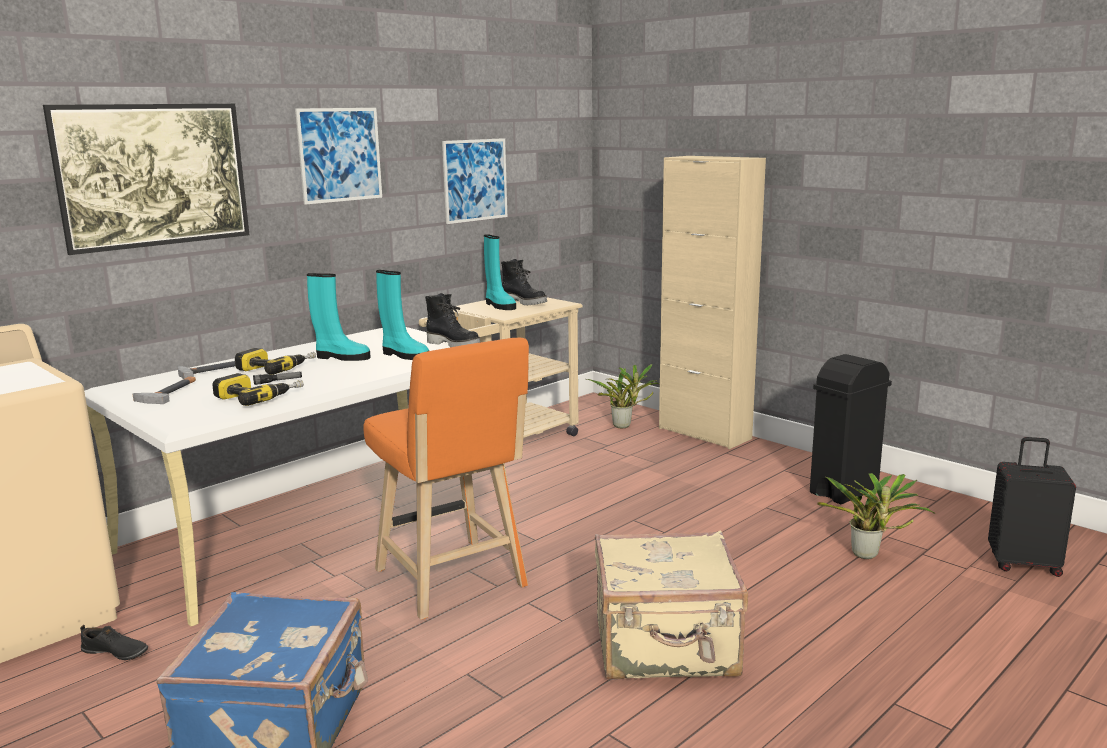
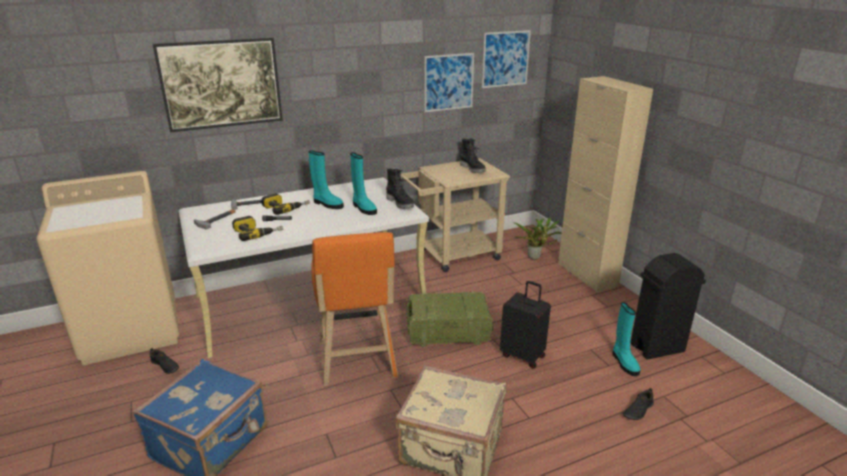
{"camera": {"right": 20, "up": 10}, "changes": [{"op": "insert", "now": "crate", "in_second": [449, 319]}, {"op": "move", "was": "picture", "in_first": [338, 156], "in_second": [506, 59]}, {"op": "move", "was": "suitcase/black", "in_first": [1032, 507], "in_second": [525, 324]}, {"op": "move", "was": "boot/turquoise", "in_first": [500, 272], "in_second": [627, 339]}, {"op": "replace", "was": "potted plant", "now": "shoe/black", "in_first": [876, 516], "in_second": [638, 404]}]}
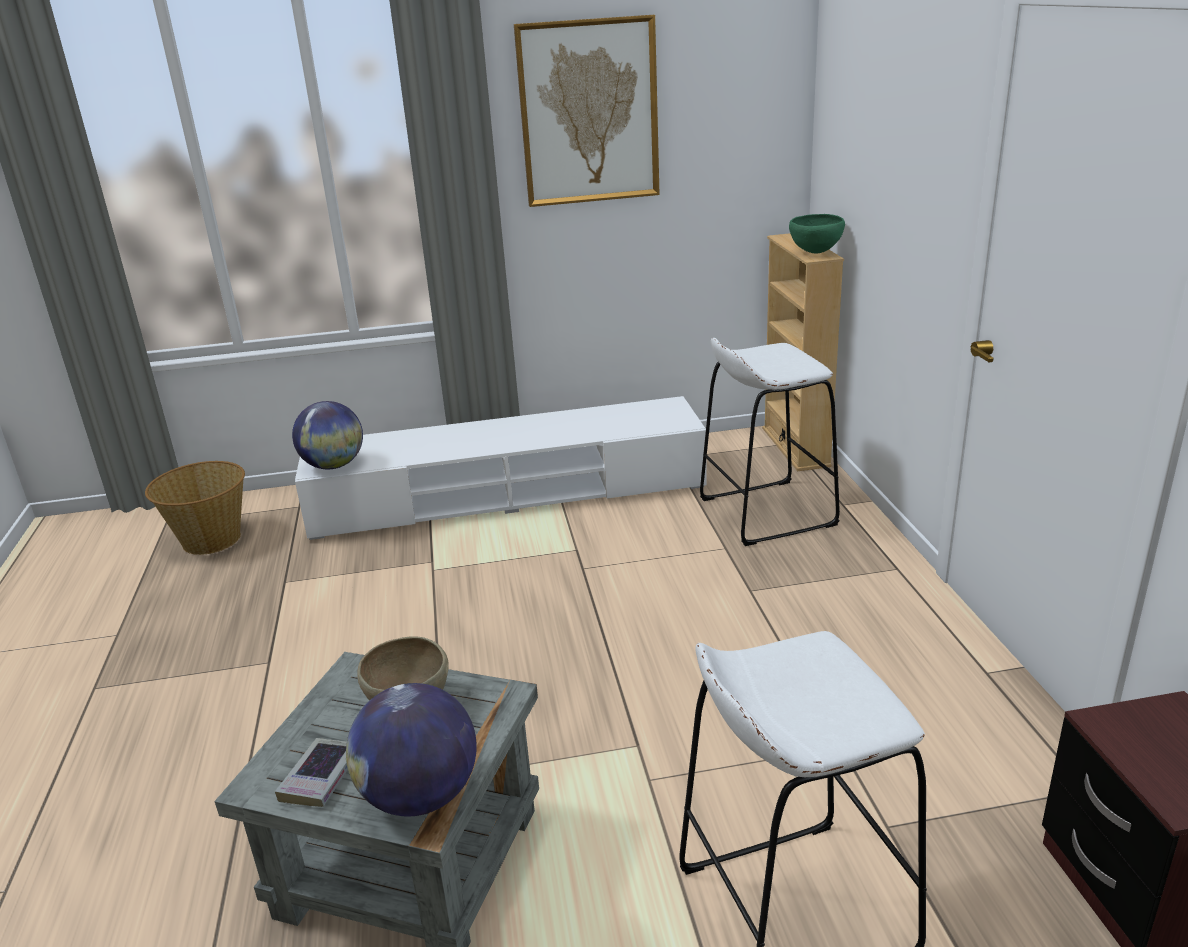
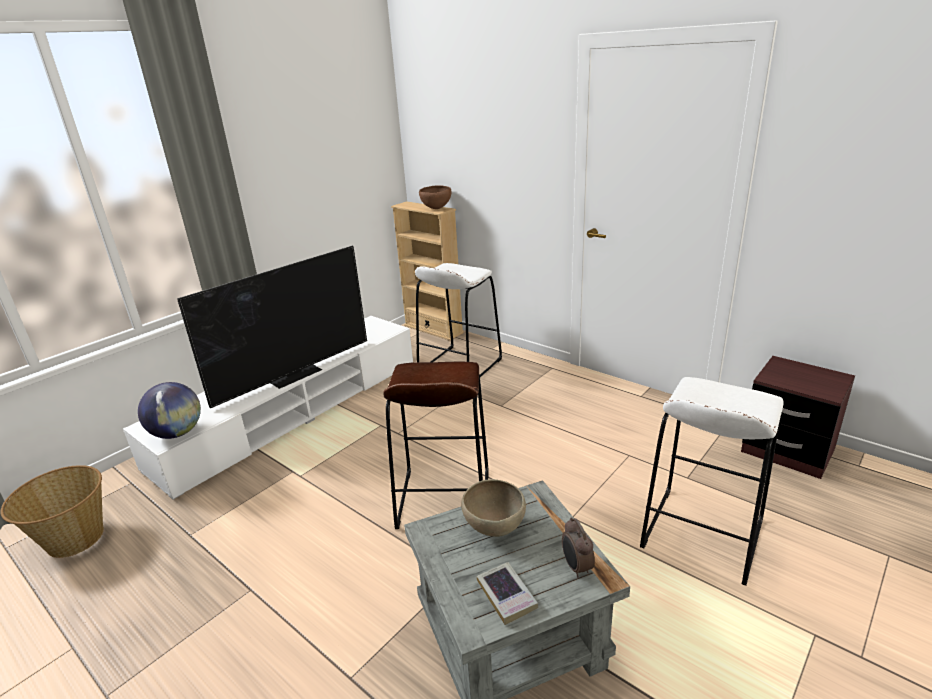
{"camera": {"right": -40, "up": 0}, "changes": [{"op": "insert", "now": "television", "in_second": [272, 326]}, {"op": "insert", "now": "stool/brown", "in_second": [436, 445]}, {"op": "recolor", "was": "bowl/green", "now": "bowl/brown", "in_first": [817, 234], "in_second": [435, 197]}, {"op": "replace", "was": "globe", "now": "alarm clock", "in_first": [411, 749], "in_second": [578, 547]}, {"op": "delete", "was": "picture", "in_first": [587, 111]}]}
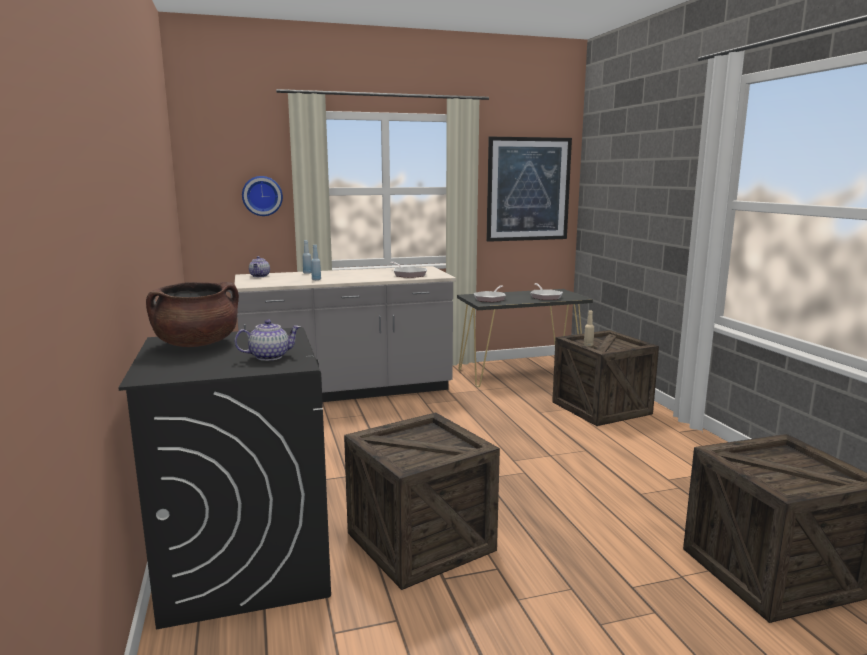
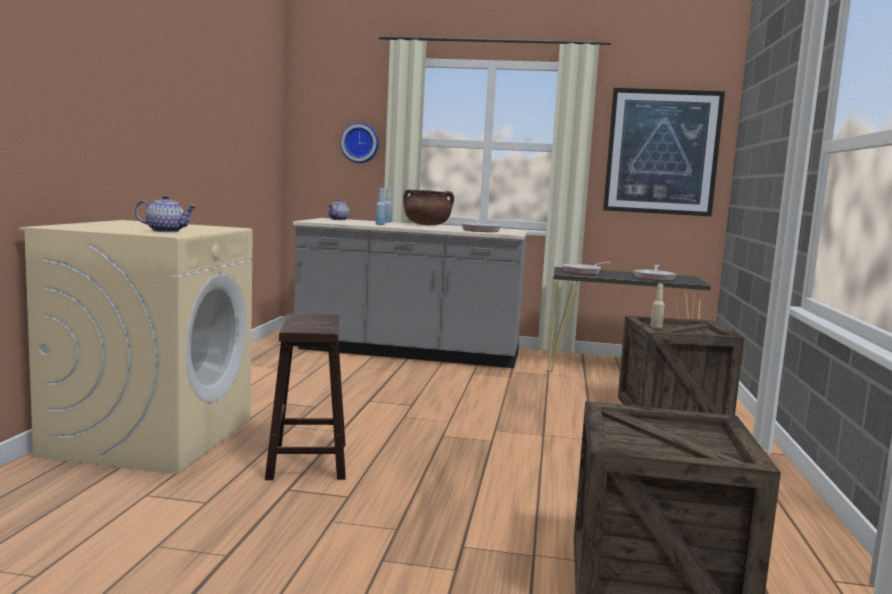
{"camera": {"right": 25, "up": -5}, "changes": [{"op": "recolor", "was": "washing machine/black", "now": "washing machine/beige", "in_first": [224, 478], "in_second": [136, 347]}, {"op": "replace", "was": "crate", "now": "stool/brown", "in_first": [422, 501], "in_second": [305, 396]}, {"op": "move", "was": "cooking pot/brown", "in_first": [192, 314], "in_second": [428, 207]}]}
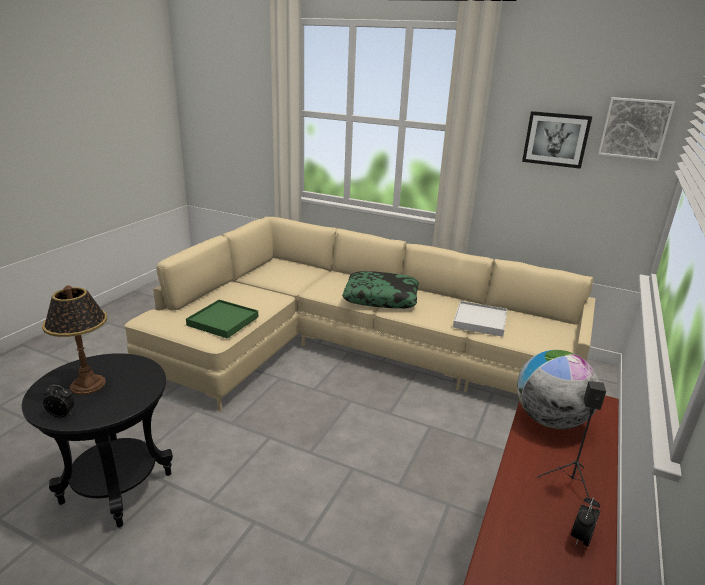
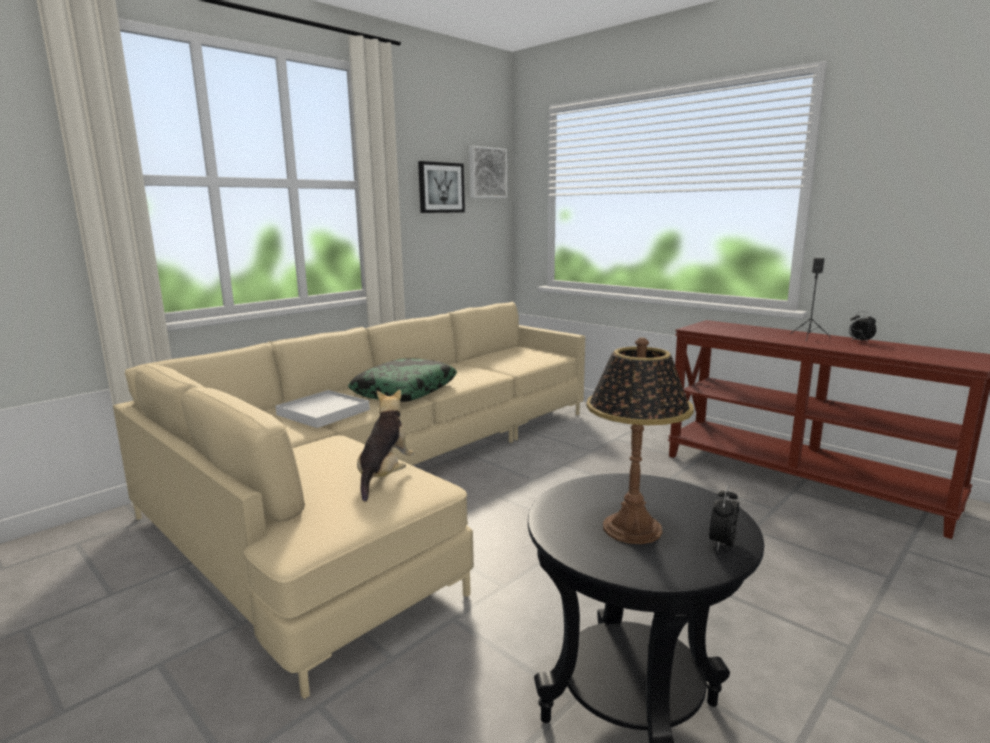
{"camera": {"right": -70, "up": -10}, "changes": [{"op": "move", "was": "tray/white", "in_first": [480, 319], "in_second": [323, 409]}, {"op": "replace", "was": "tray/green", "now": "plush toy", "in_first": [222, 319], "in_second": [385, 446]}, {"op": "delete", "was": "globe", "in_first": [558, 389]}]}
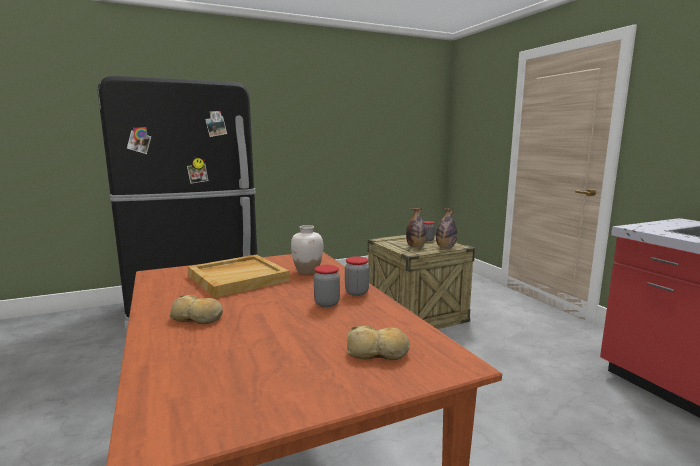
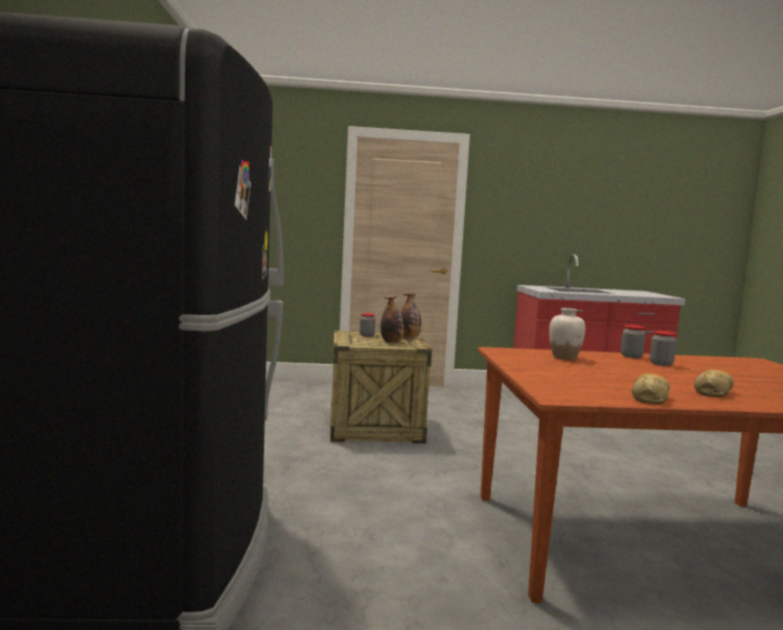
{"camera": {"right": -70, "up": -5}, "changes": [{"op": "move", "was": "bread", "in_first": [378, 343], "in_second": [651, 388]}, {"op": "delete", "was": "tray/beige", "in_first": [239, 276]}]}
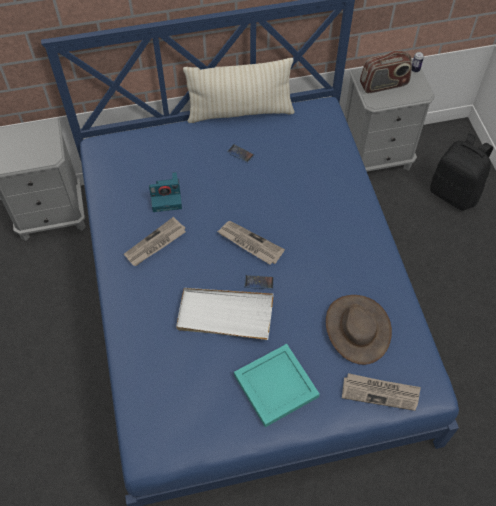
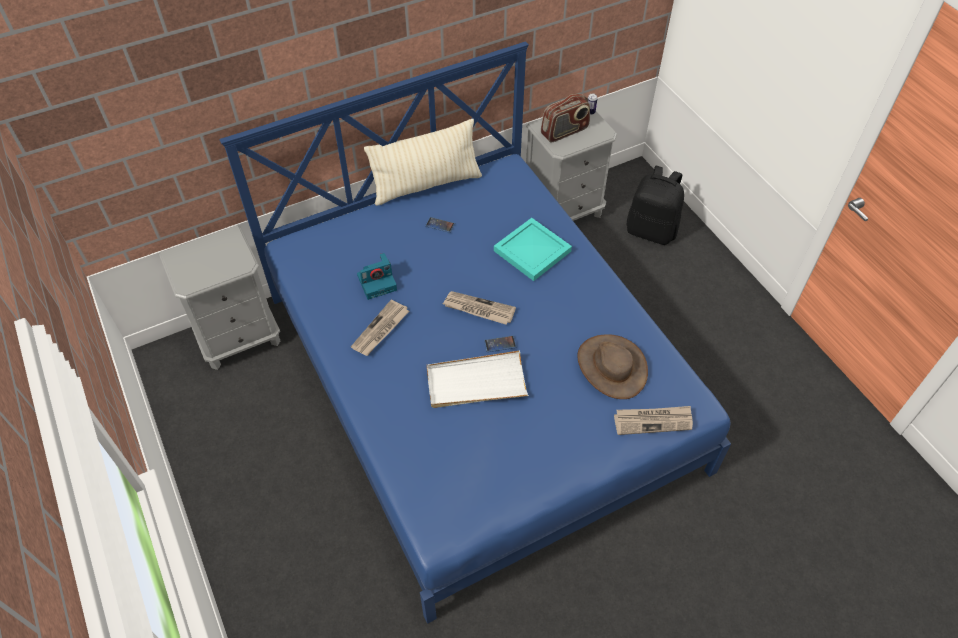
{"camera": {"right": -15, "up": -5}, "changes": [{"op": "move", "was": "tray/turquoise", "in_first": [277, 385], "in_second": [533, 249]}]}
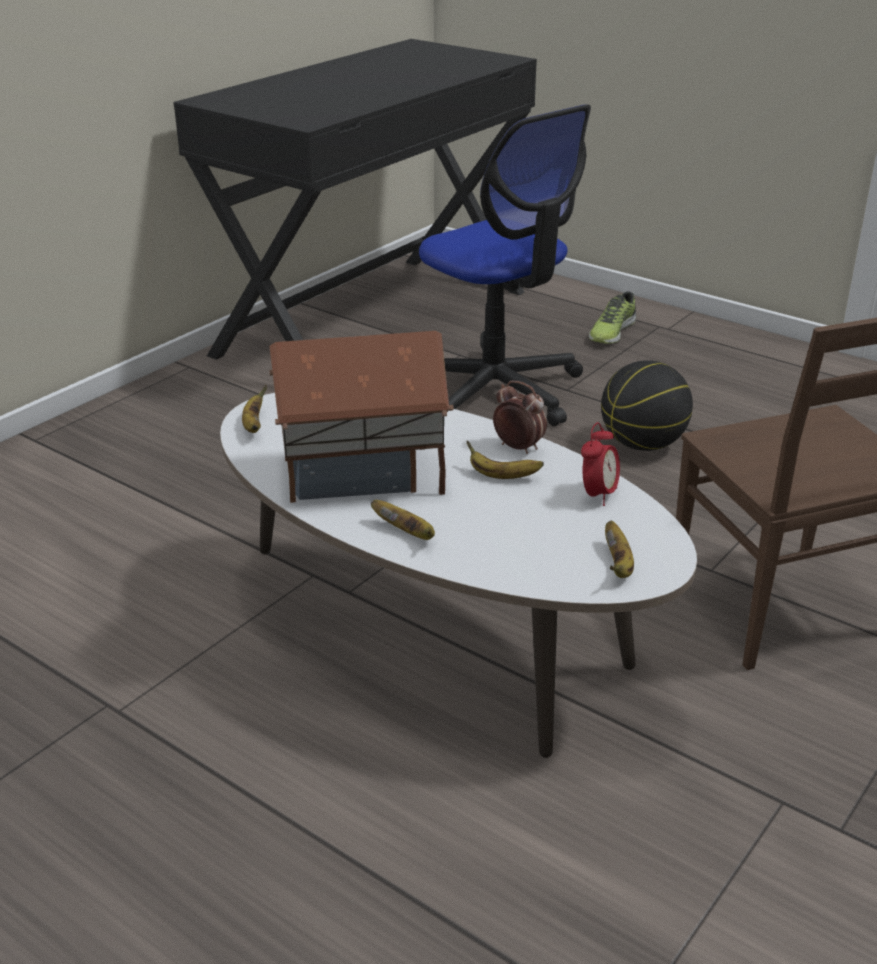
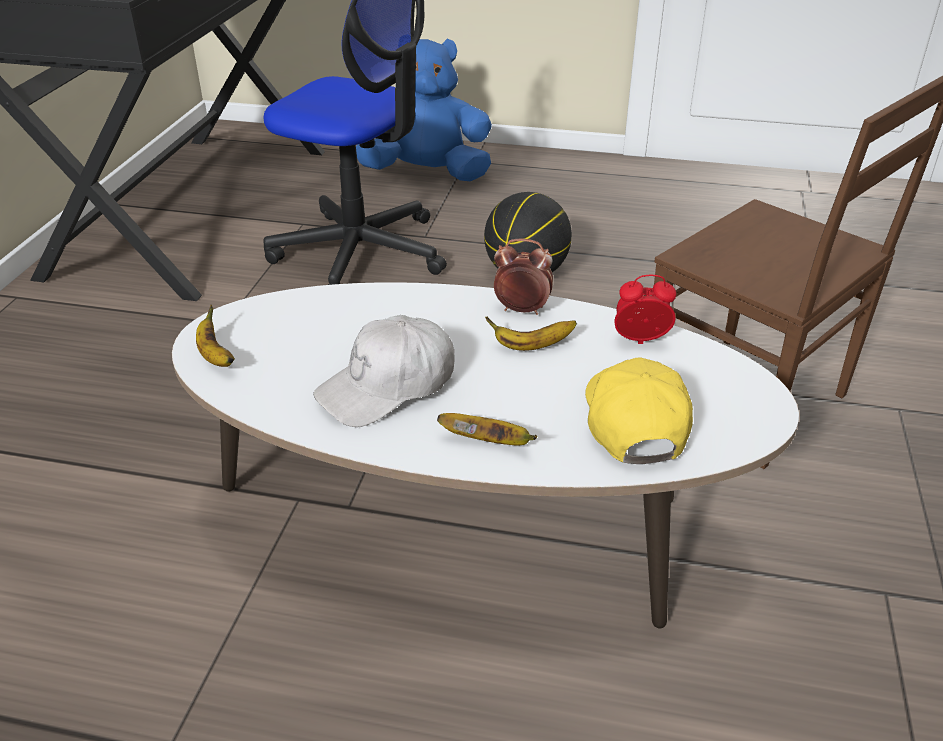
{"camera": {"right": -25, "up": 5}, "changes": [{"op": "replace", "was": "toy house", "now": "cap/white", "in_first": [361, 417], "in_second": [384, 371]}, {"op": "replace", "was": "shoe", "now": "plush toy/blue", "in_first": [612, 318], "in_second": [424, 110]}, {"op": "insert", "now": "cap/yellow", "in_second": [639, 411]}, {"op": "rotate", "was": "alarm clock", "in_first": [600, 464], "in_second": [645, 309], "clockwise": -90}, {"op": "delete", "was": "banana", "in_first": [619, 549]}]}
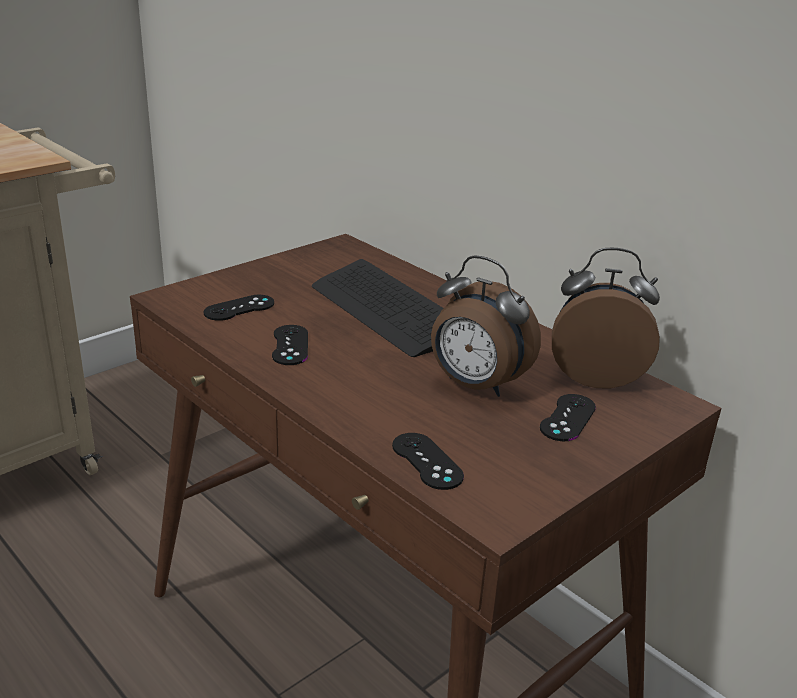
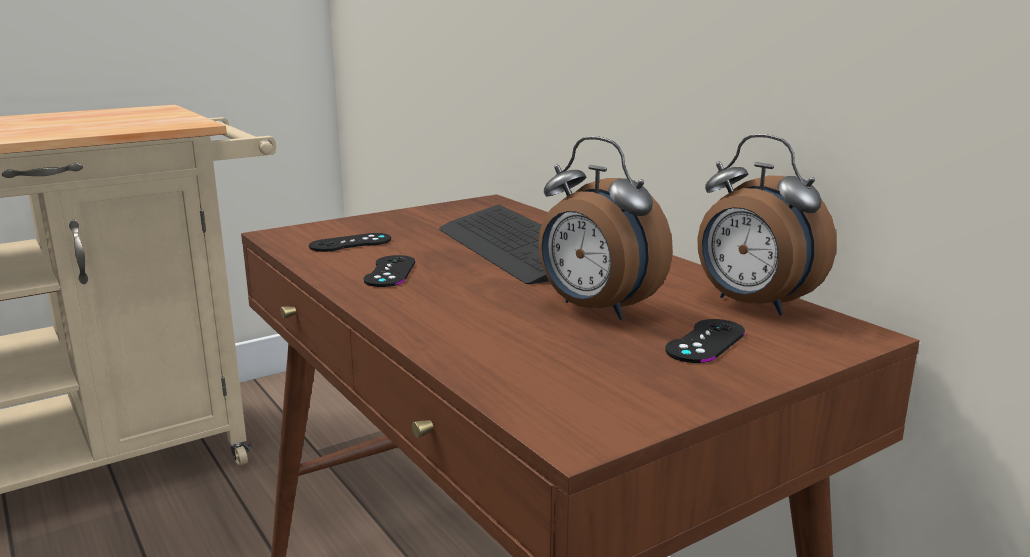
{"camera": {"right": 10, "up": -10}, "changes": [{"op": "rotate", "was": "alarm clock", "in_first": [606, 318], "in_second": [766, 225], "clockwise": -150}, {"op": "delete", "was": "game controller/black", "in_first": [428, 461]}]}
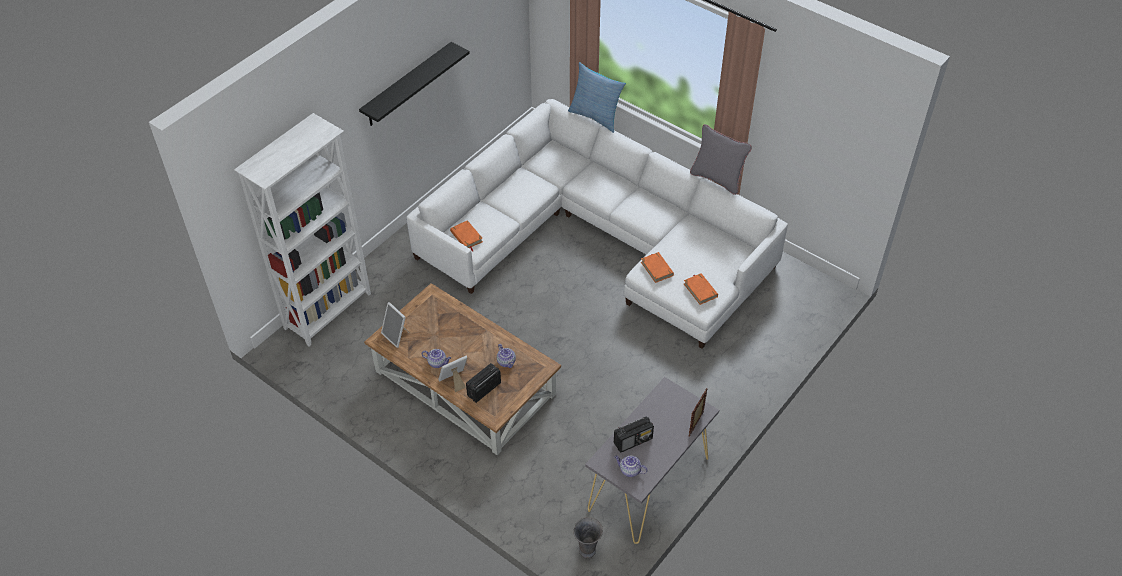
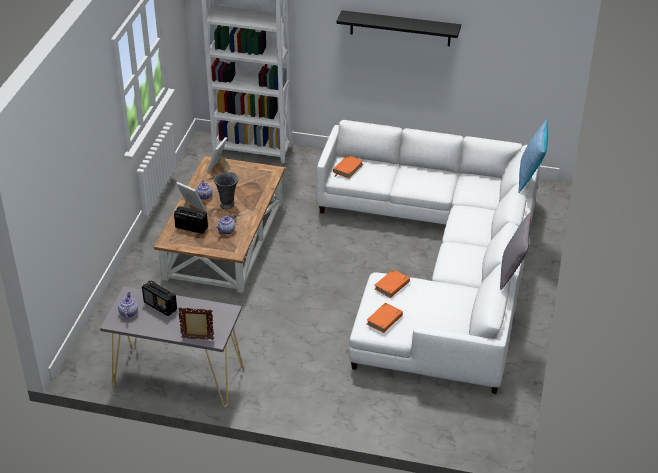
{"camera": {"right": 65, "up": -10}, "changes": [{"op": "move", "was": "vase/grey", "in_first": [588, 537], "in_second": [226, 190]}]}
